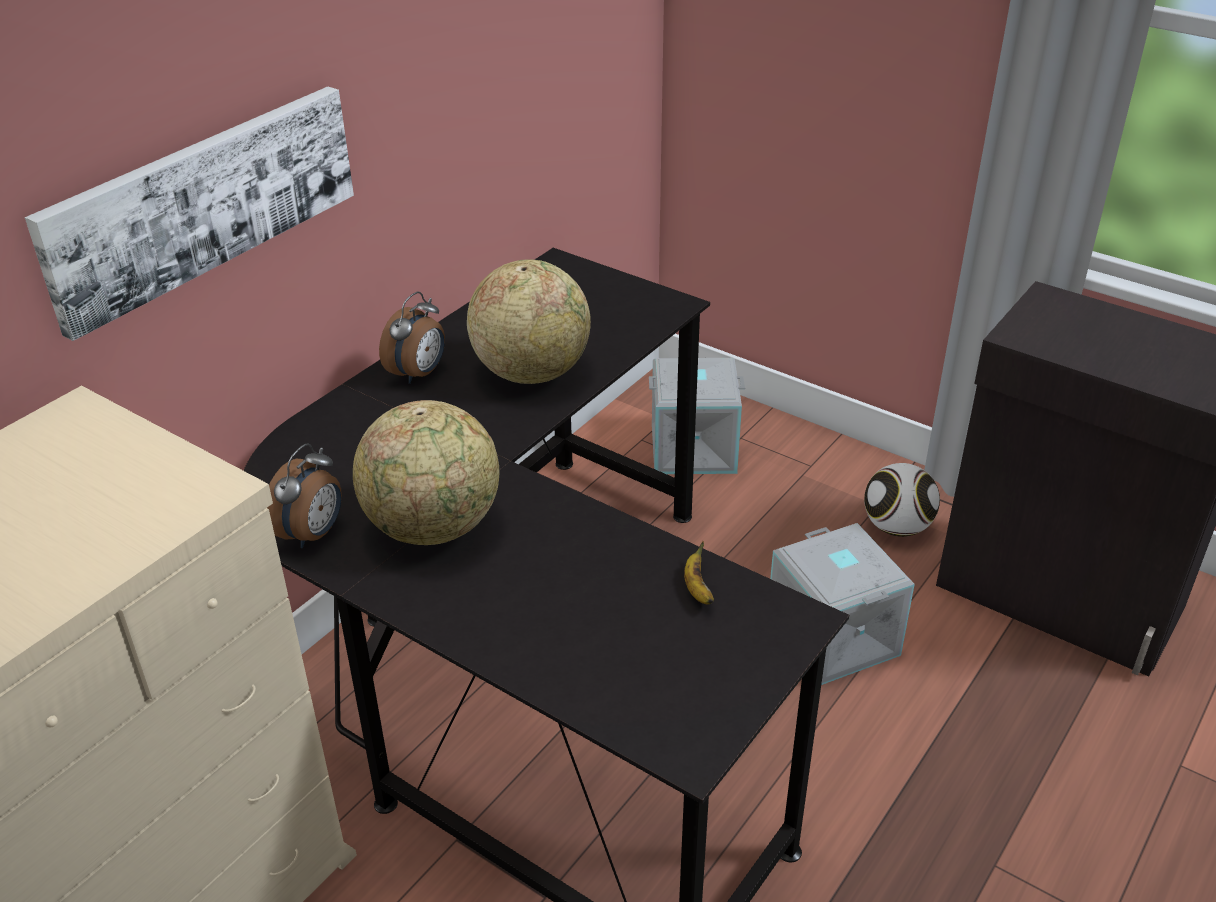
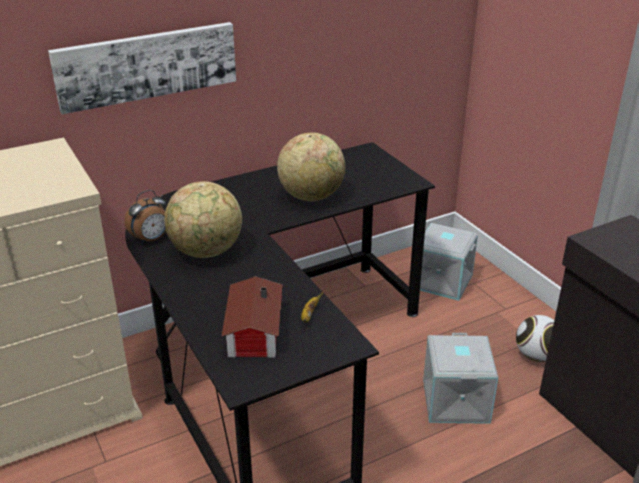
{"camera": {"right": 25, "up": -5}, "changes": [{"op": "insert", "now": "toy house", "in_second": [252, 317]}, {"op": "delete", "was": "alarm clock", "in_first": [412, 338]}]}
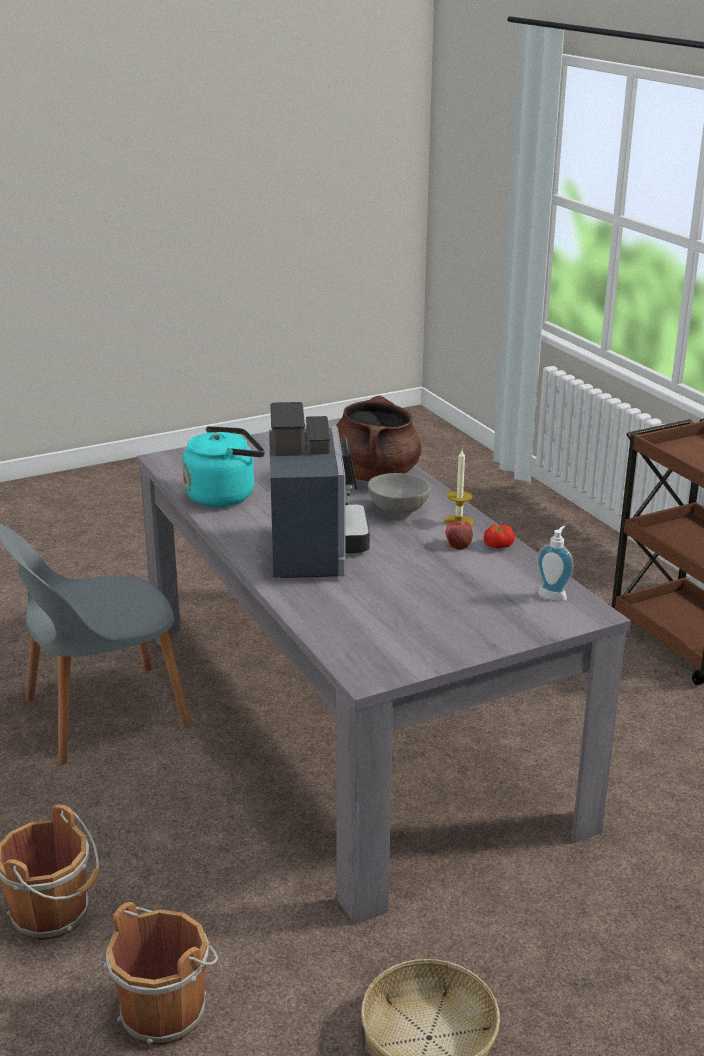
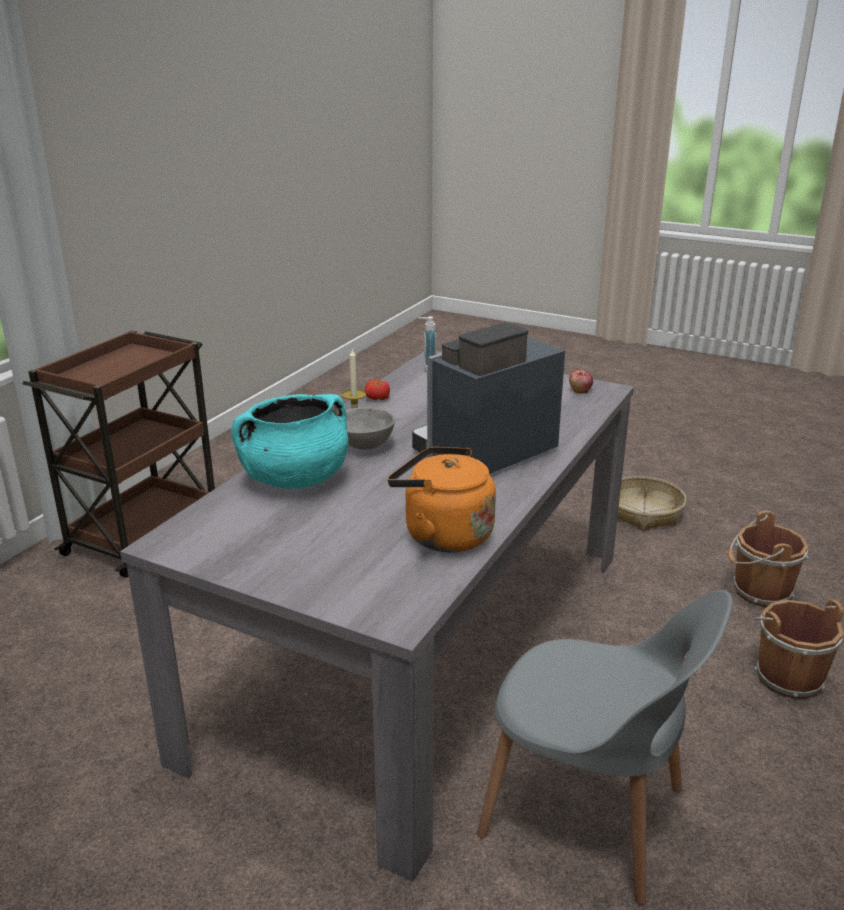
{"camera": {"right": -125, "up": 0}, "changes": [{"op": "recolor", "was": "cooking pot/brown", "now": "cooking pot/turquoise", "in_first": [378, 438], "in_second": [289, 441]}, {"op": "recolor", "was": "kettle/turquoise", "now": "kettle/orange", "in_first": [223, 466], "in_second": [442, 500]}, {"op": "move", "was": "apple", "in_first": [459, 535], "in_second": [581, 381]}]}
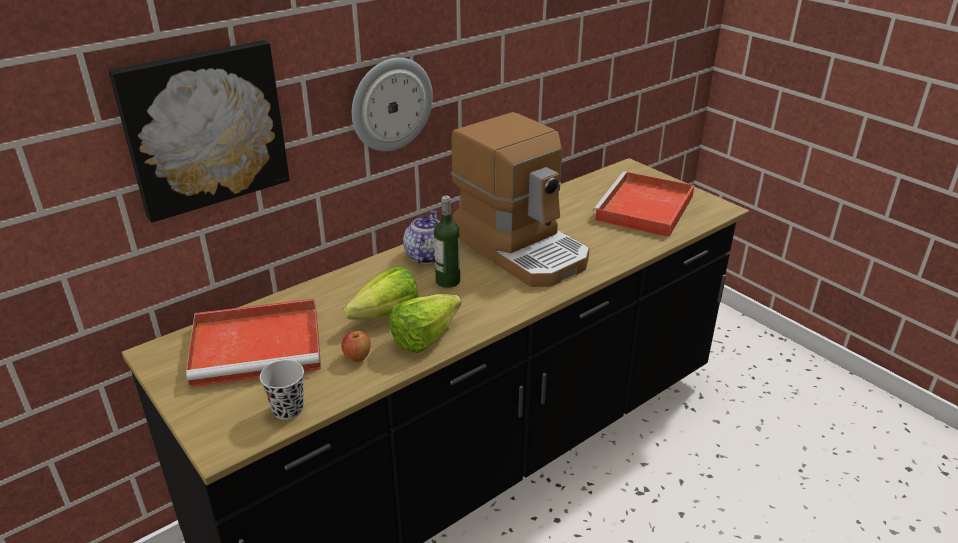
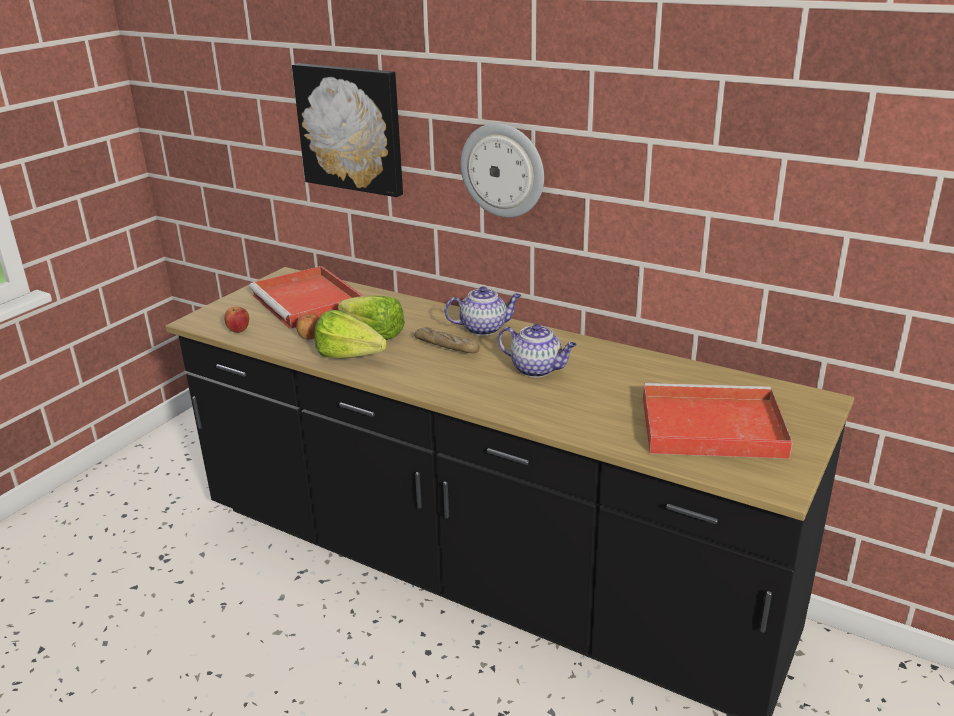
{"camera": {"right": 70, "up": -5}, "changes": [{"op": "replace", "was": "cup/black", "now": "apple", "in_first": [282, 390], "in_second": [236, 320]}, {"op": "replace", "was": "bottle", "now": "bread", "in_first": [447, 241], "in_second": [447, 340]}, {"op": "replace", "was": "coffee machine", "now": "teapot", "in_first": [520, 199], "in_second": [537, 350]}]}
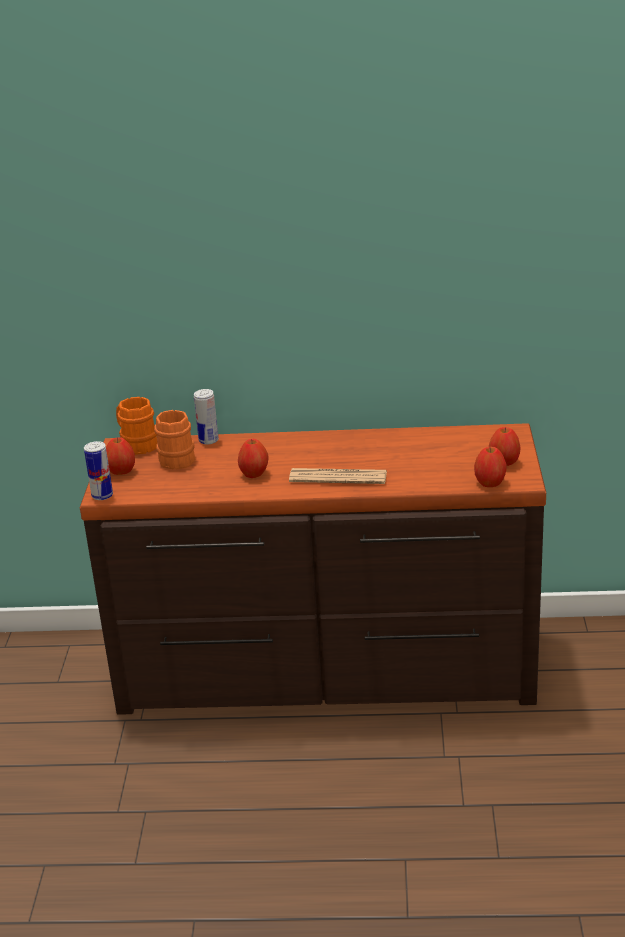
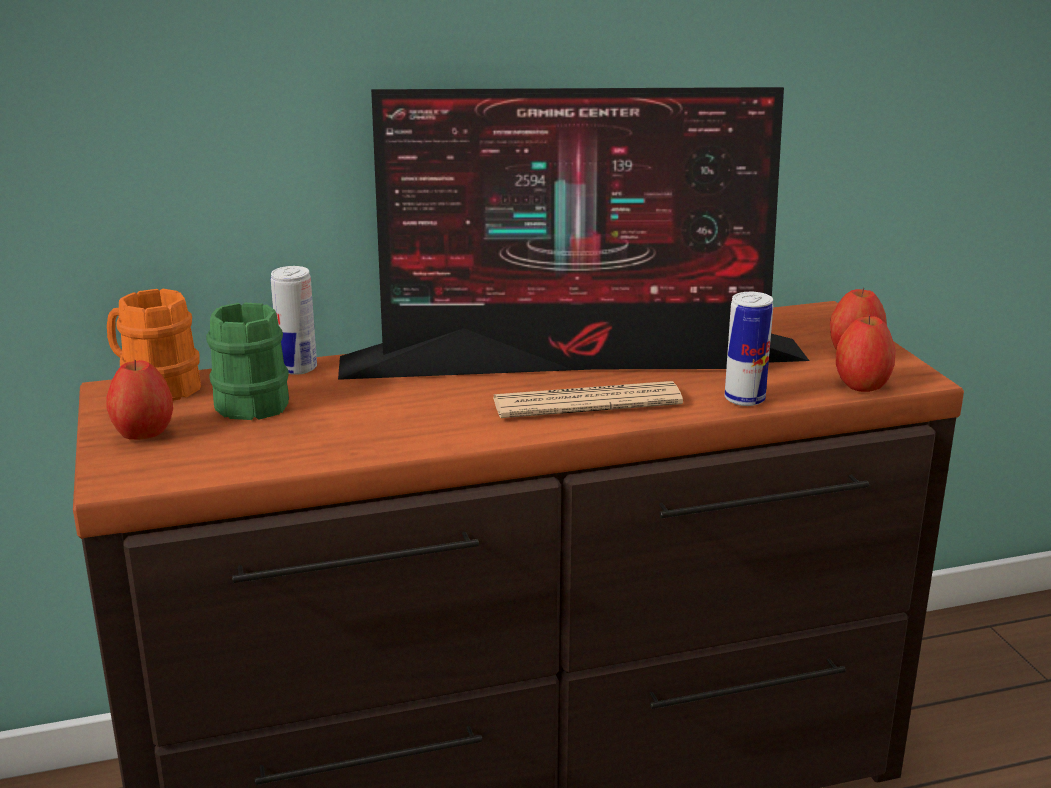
{"camera": {"right": -20, "up": -5}, "changes": [{"op": "recolor", "was": "mug/orange", "now": "mug/green", "in_first": [174, 440], "in_second": [247, 361]}, {"op": "insert", "now": "monitor", "in_second": [573, 233]}, {"op": "move", "was": "can", "in_first": [98, 470], "in_second": [748, 349]}, {"op": "delete", "was": "apple", "in_first": [253, 458]}]}
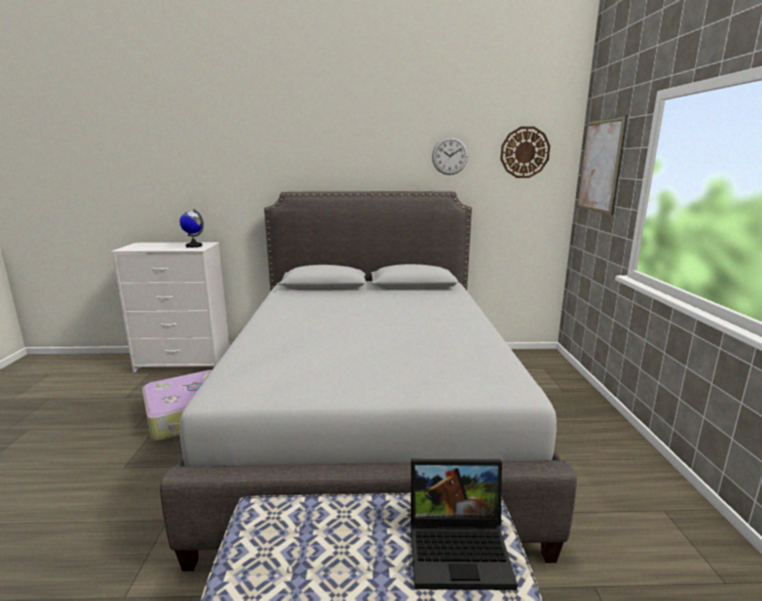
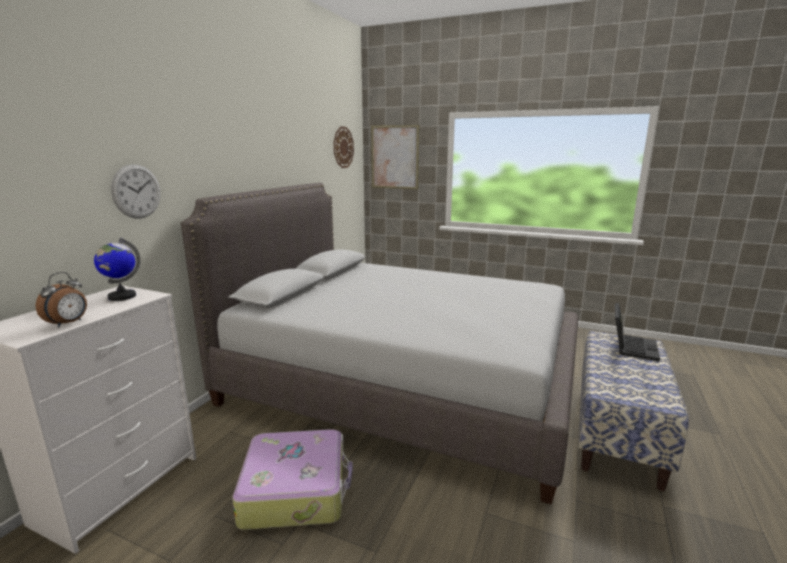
{"camera": {"right": -65, "up": 0}, "changes": [{"op": "insert", "now": "alarm clock", "in_second": [61, 300]}, {"op": "move", "was": "wall clock", "in_first": [450, 156], "in_second": [135, 191]}]}
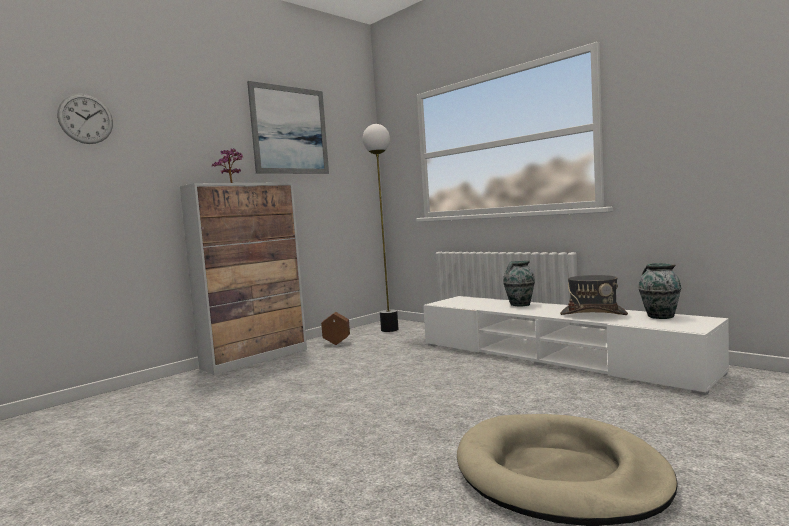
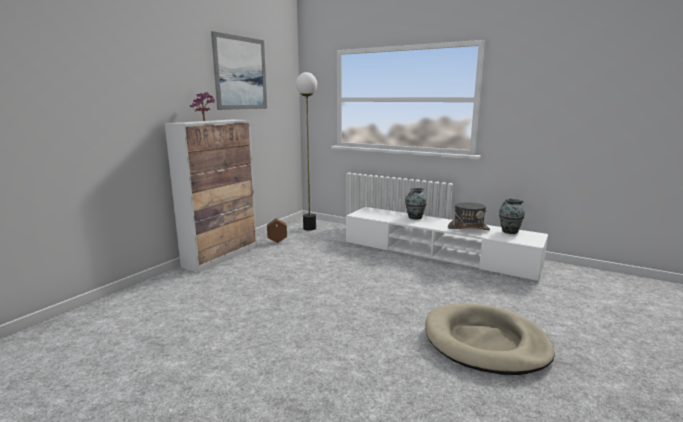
{"camera": {"right": -15, "up": 10}, "changes": [{"op": "delete", "was": "wall clock", "in_first": [85, 119]}]}
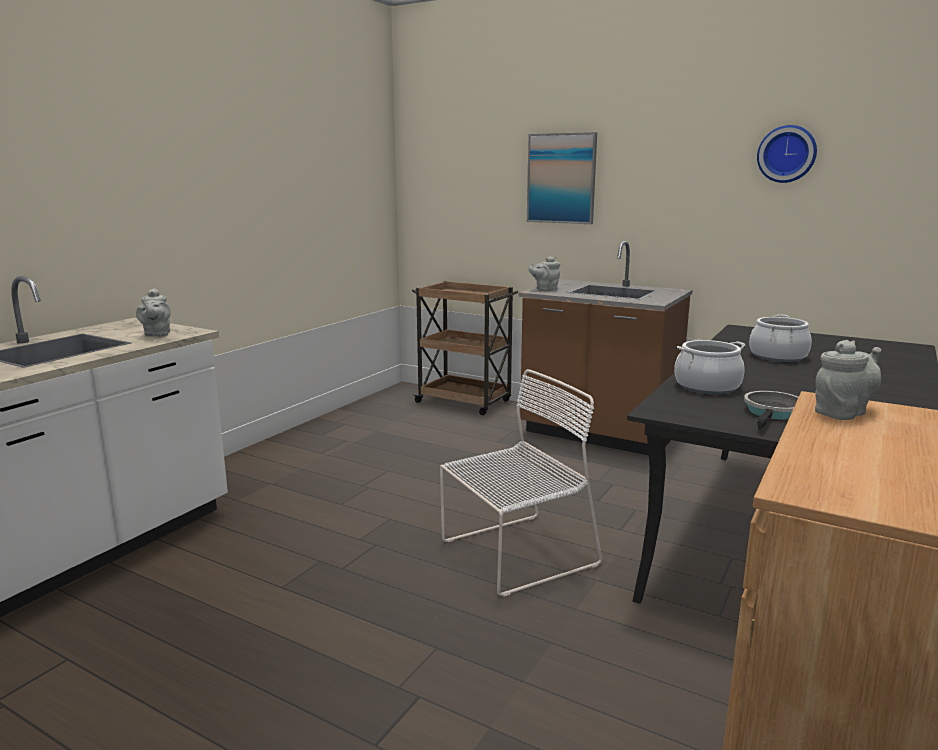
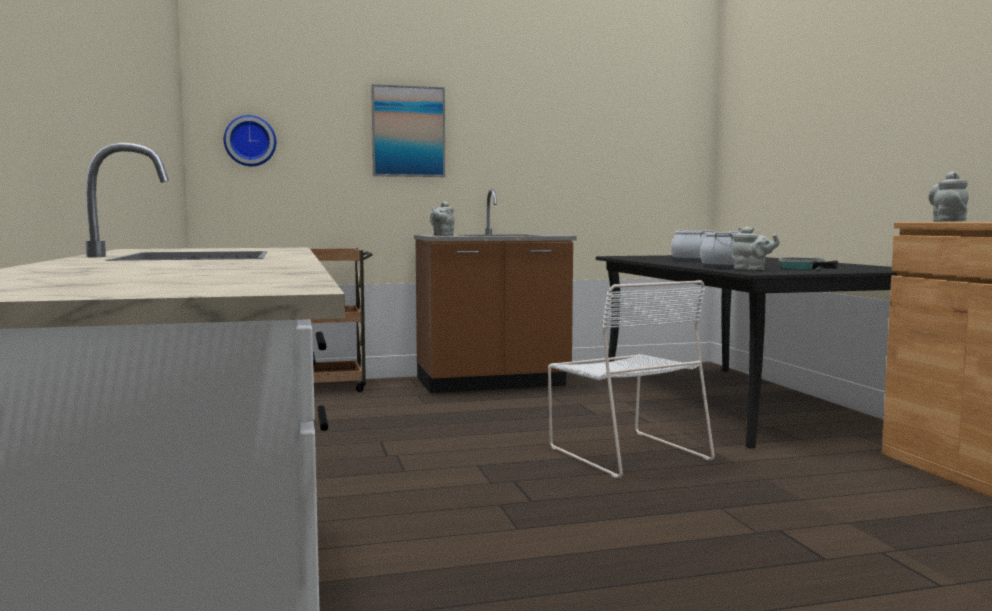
{"camera": {"right": -45, "up": -10}, "changes": [{"op": "move", "was": "wall clock", "in_first": [787, 154], "in_second": [250, 140]}, {"op": "rotate", "was": "chair/white", "in_first": [521, 483], "in_second": [631, 379], "clockwise": 135}, {"op": "move", "was": "teapot/grey", "in_first": [153, 312], "in_second": [755, 248]}]}
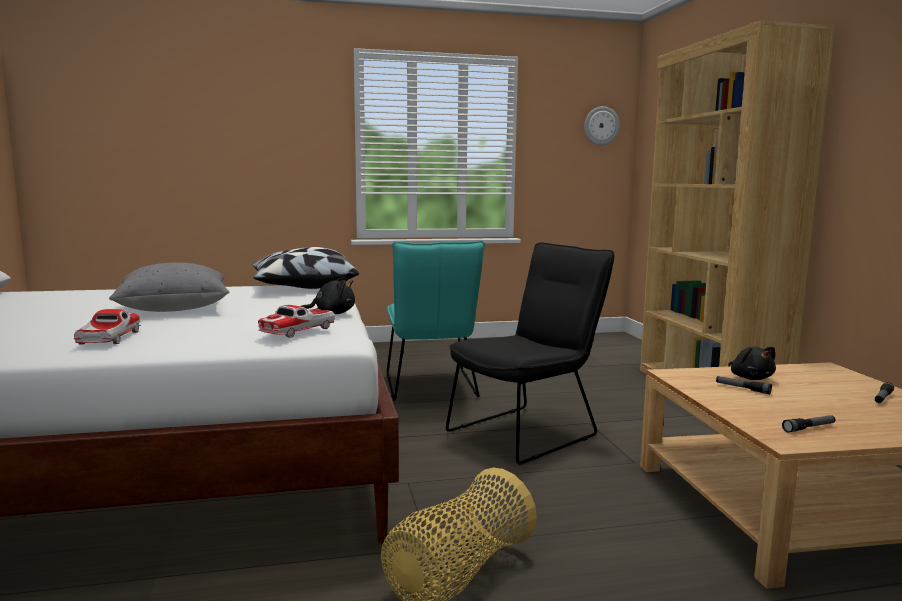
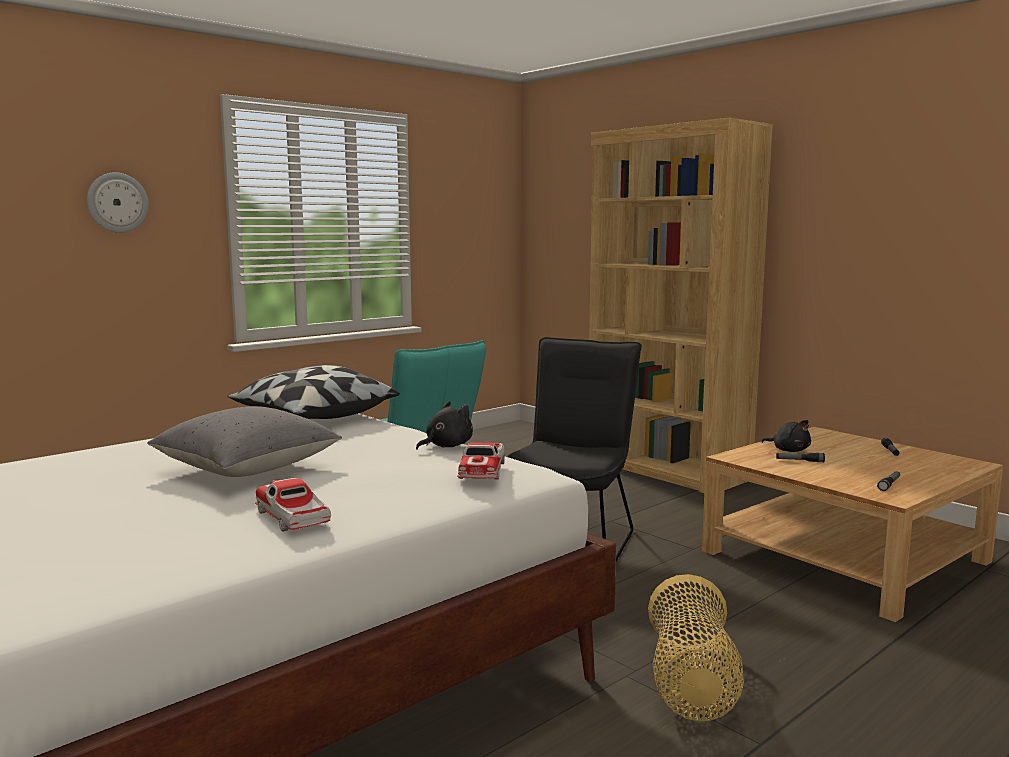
{"camera": {"right": -30, "up": 0}, "changes": [{"op": "move", "was": "wall clock", "in_first": [602, 125], "in_second": [118, 202]}]}
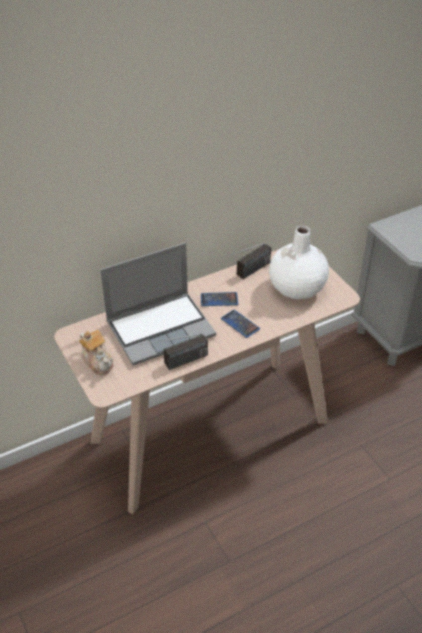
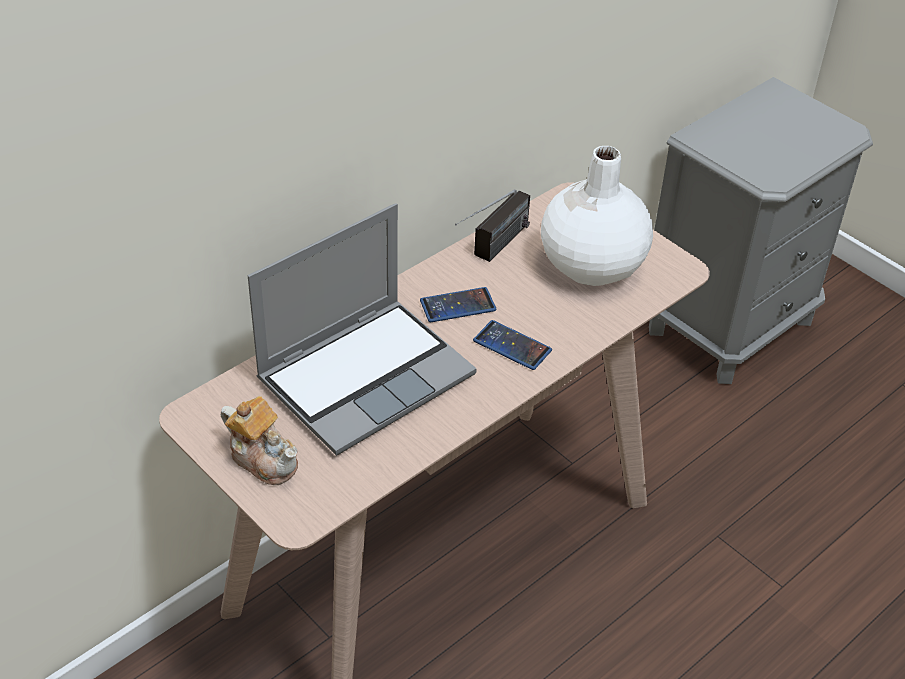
{"camera": {"right": -15, "up": 0}, "changes": [{"op": "delete", "was": "radio", "in_first": [174, 351]}]}
